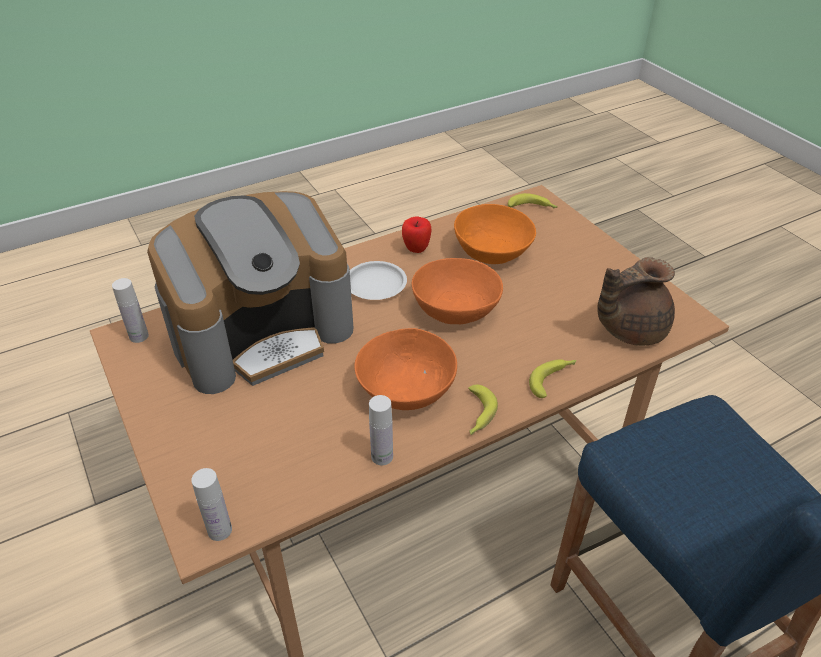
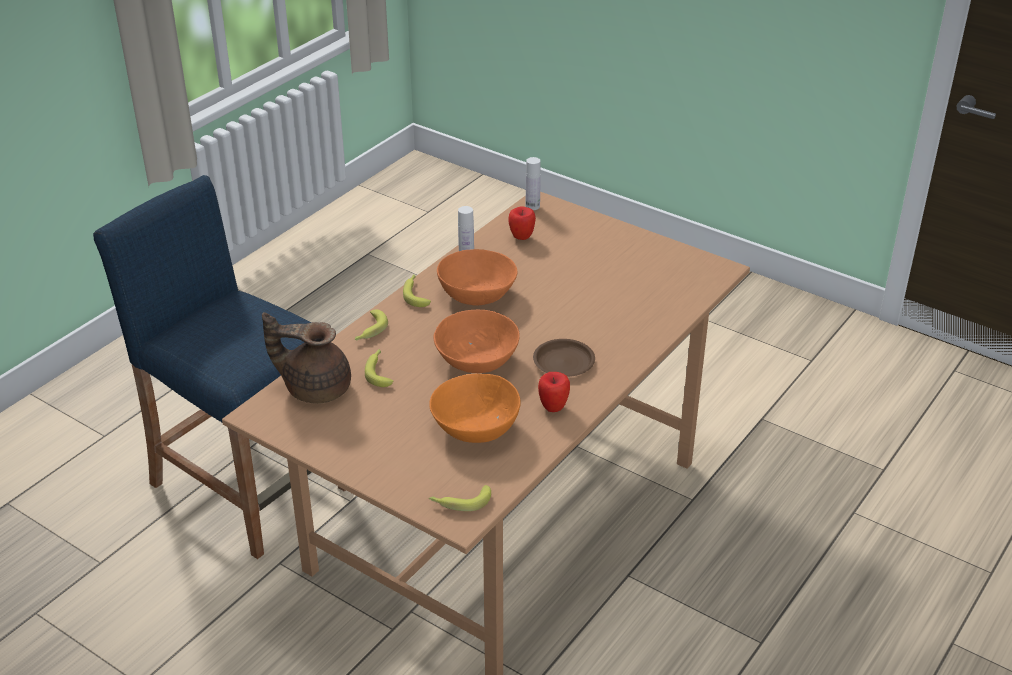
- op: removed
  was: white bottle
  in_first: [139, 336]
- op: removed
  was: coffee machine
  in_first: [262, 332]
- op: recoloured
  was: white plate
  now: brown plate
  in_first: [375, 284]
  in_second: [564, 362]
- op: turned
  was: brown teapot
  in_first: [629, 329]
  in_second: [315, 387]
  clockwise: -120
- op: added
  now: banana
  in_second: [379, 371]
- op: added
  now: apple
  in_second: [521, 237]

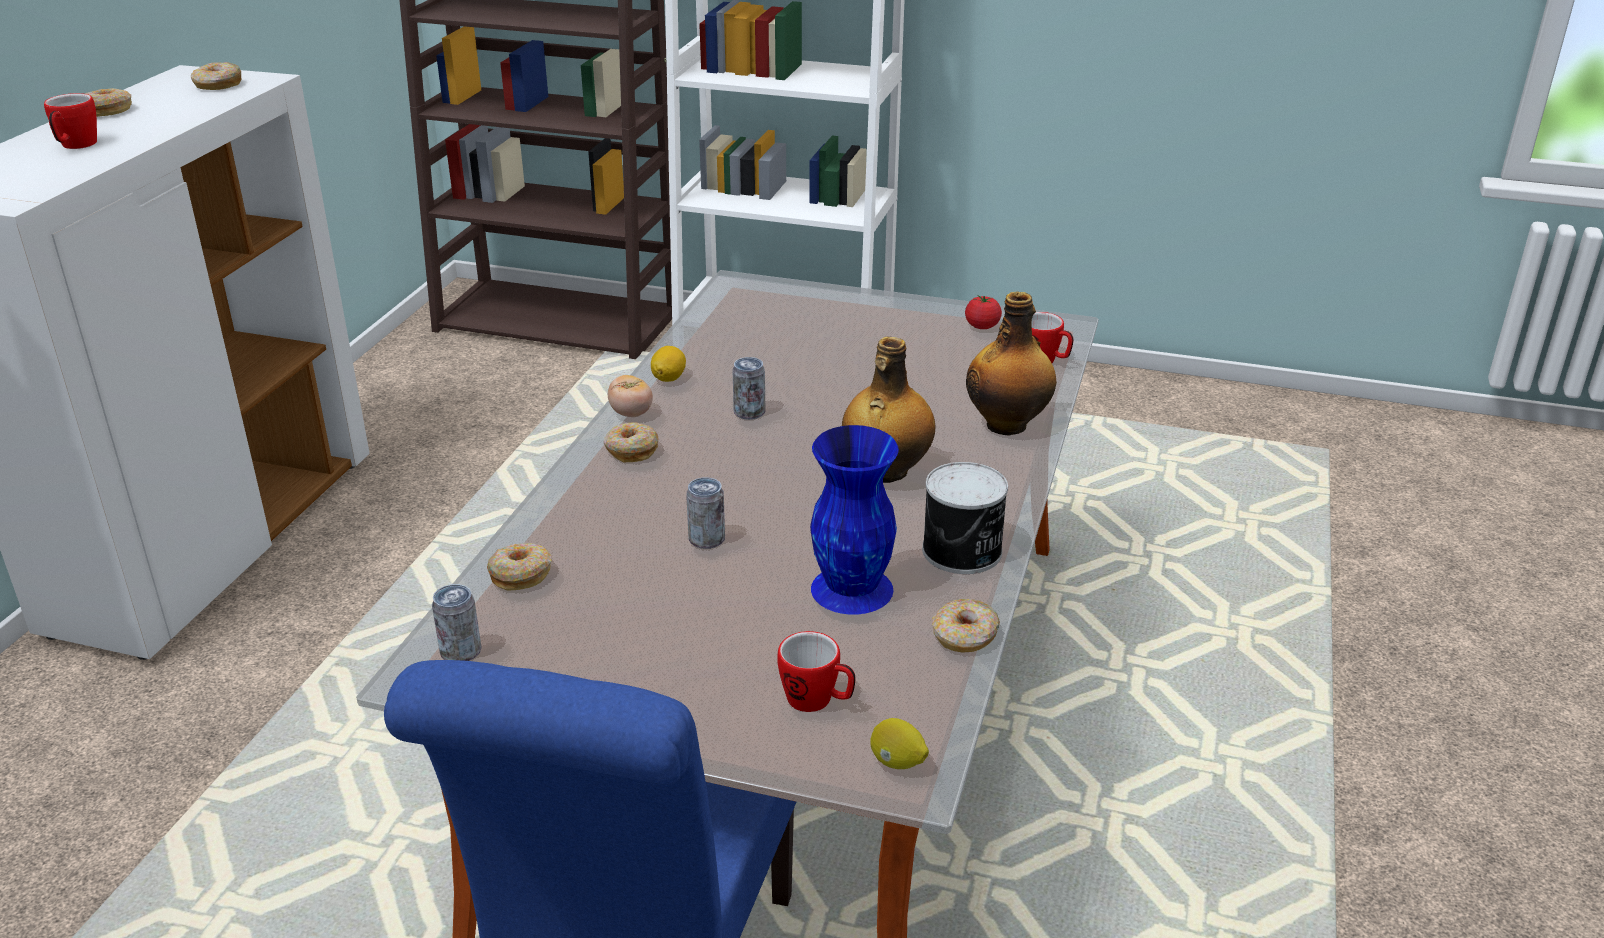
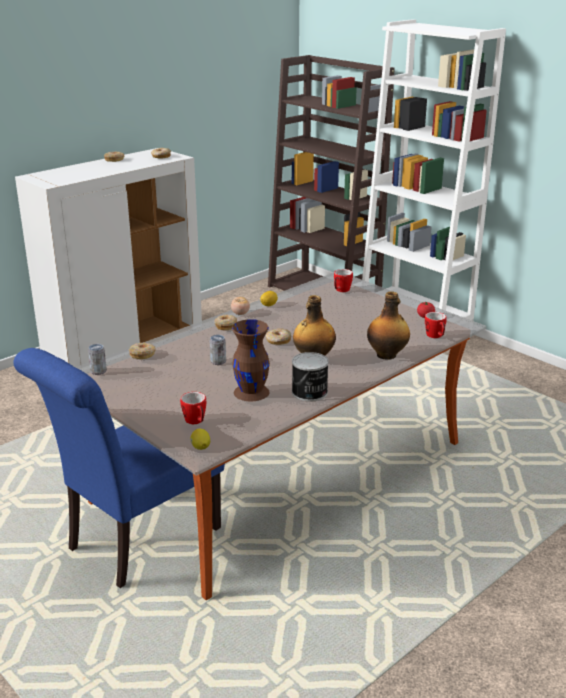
- op: moved
  was: mug
  in_first: [76, 146]
  in_second: [341, 290]
- op: removed
  was: can
  in_first: [749, 412]
- op: recoloured
  was: blue vase
  now: brown vase
  in_first: [853, 588]
  in_second: [252, 392]
- op: moved
  was: donut
  in_first: [965, 636]
  in_second: [278, 341]

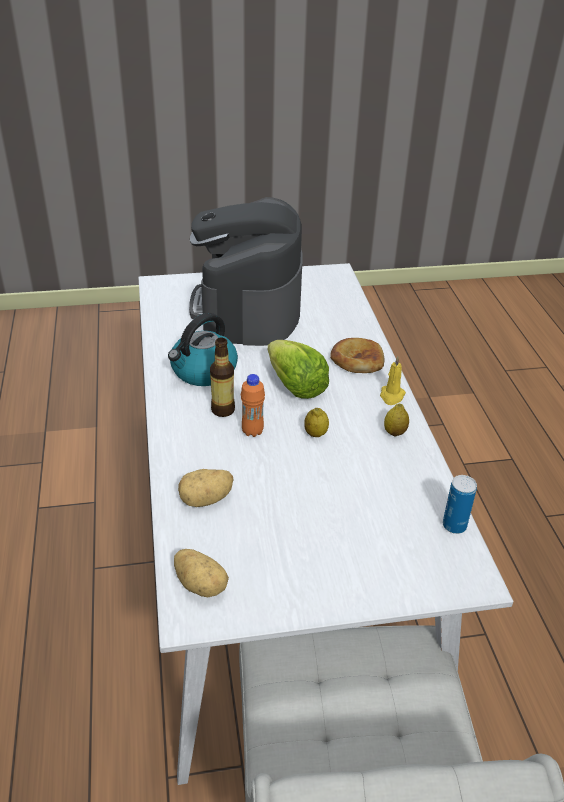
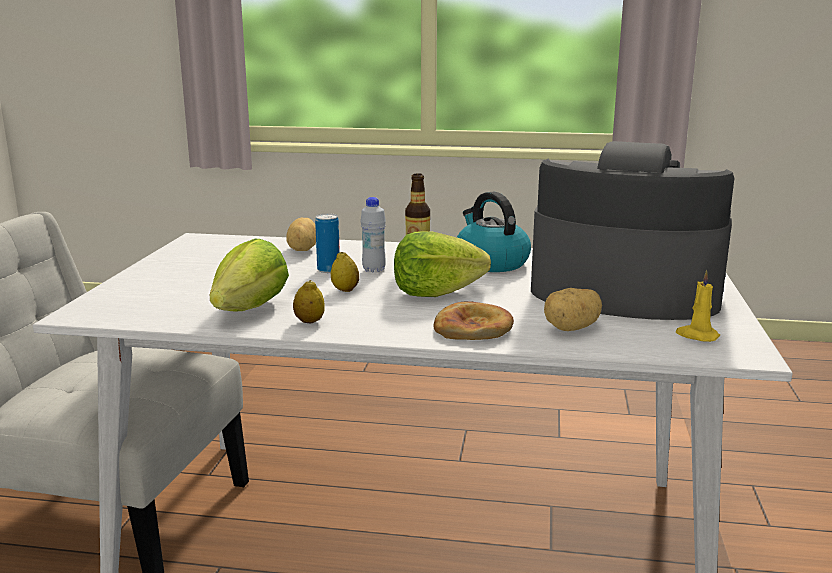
- op: moved
  was: potato
  in_first: [201, 584]
  in_second: [572, 329]
- op: recoloured
  was: orange bottle
  now: white bottle
  in_first: [252, 431]
  in_second: [373, 270]
- op: moved
  was: yellow candle
  in_first: [392, 396]
  in_second: [696, 336]
- op: moved
  was: can
  in_first: [454, 525]
  in_second: [328, 270]
- op: added
  now: lettuce
  in_second: [250, 309]

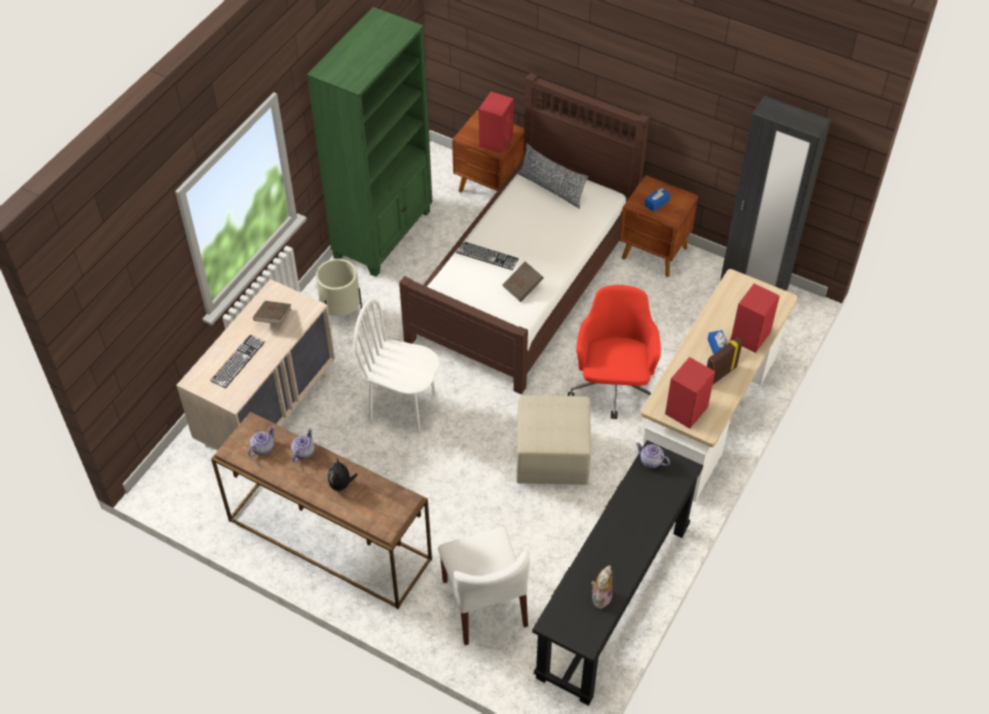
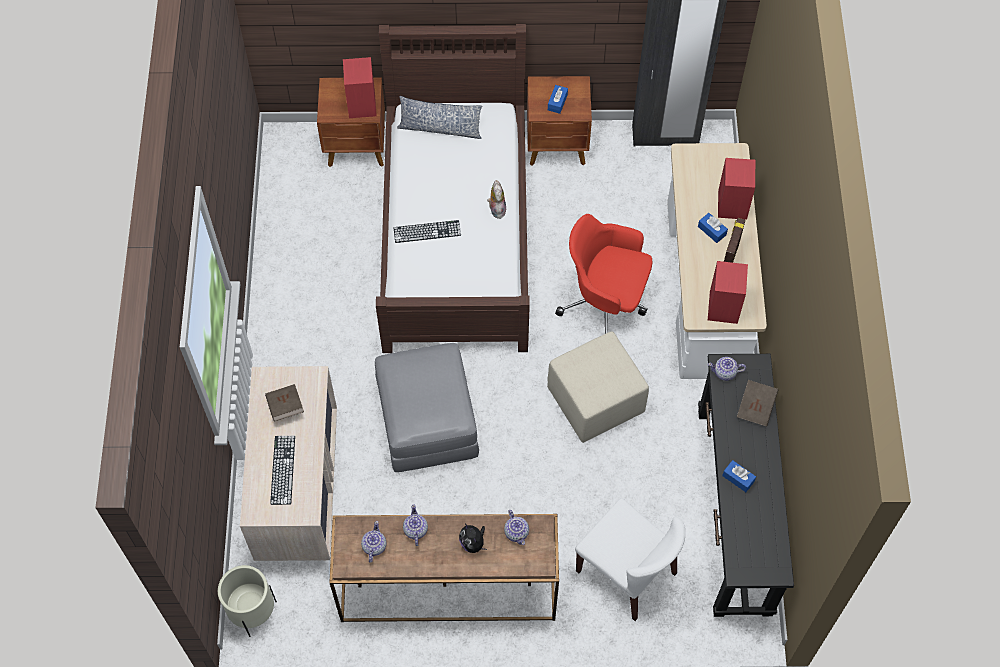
- op: removed
  was: green bookcase
  in_first: [384, 234]
- op: moved
  was: beige planter
  in_first: [341, 314]
  in_second: [253, 612]
- op: replaced
  was: white chair
  now: grey ottoman
  in_first: [403, 406]
  in_second: [426, 420]
- op: moved
  was: brown book
  in_first: [522, 288]
  in_second: [756, 407]
- op: turned
  was: red office chair
  in_first: [613, 387]
  in_second: [605, 302]
  clockwise: -45
- op: moved
  was: plush toy
  in_first: [600, 596]
  in_second: [496, 209]
- op: added
  now: teapot
  in_second: [516, 532]
- op: added
  now: blue tissue box
  in_second: [738, 478]

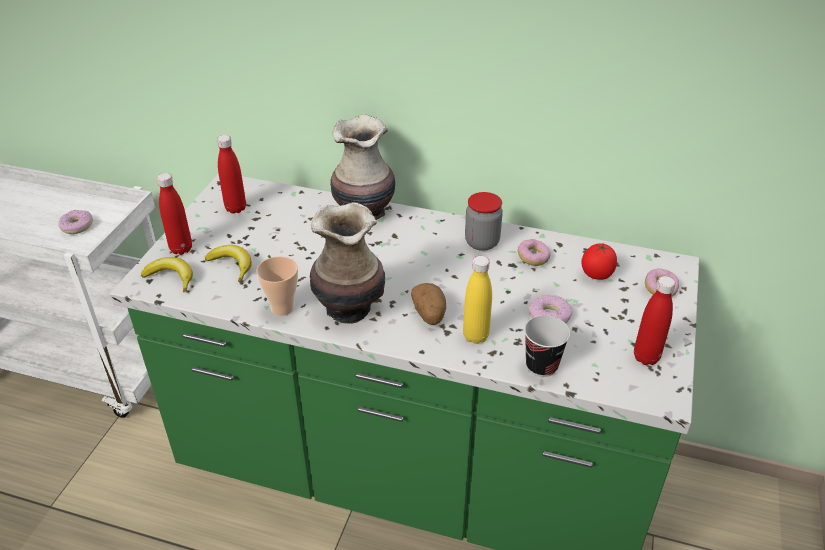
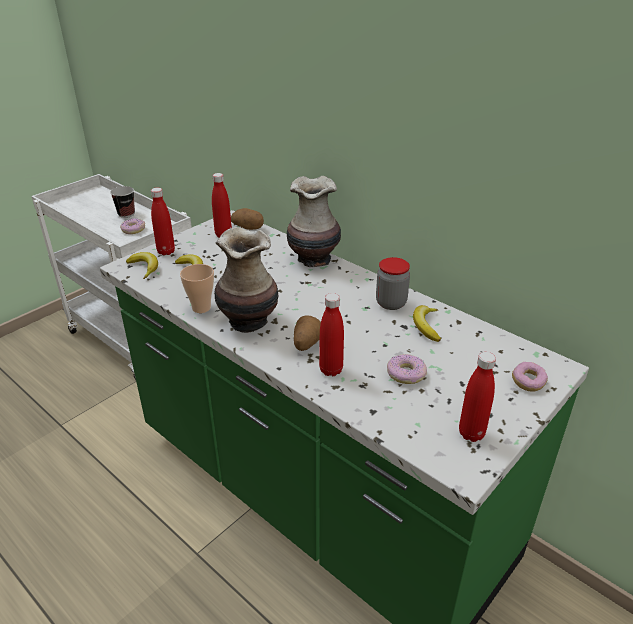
- op: recoloured
  was: yellow bottle
  now: red bottle
  in_first: [475, 336]
  in_second: [331, 370]
- op: replaced
  was: donut
  now: banana
  in_first: [533, 258]
  in_second: [426, 326]
- op: moved
  was: cup
  in_first: [541, 366]
  in_second: [126, 214]
- op: removed
  was: tomato
  in_first: [596, 275]
- op: added
  now: potato
  in_second: [248, 228]

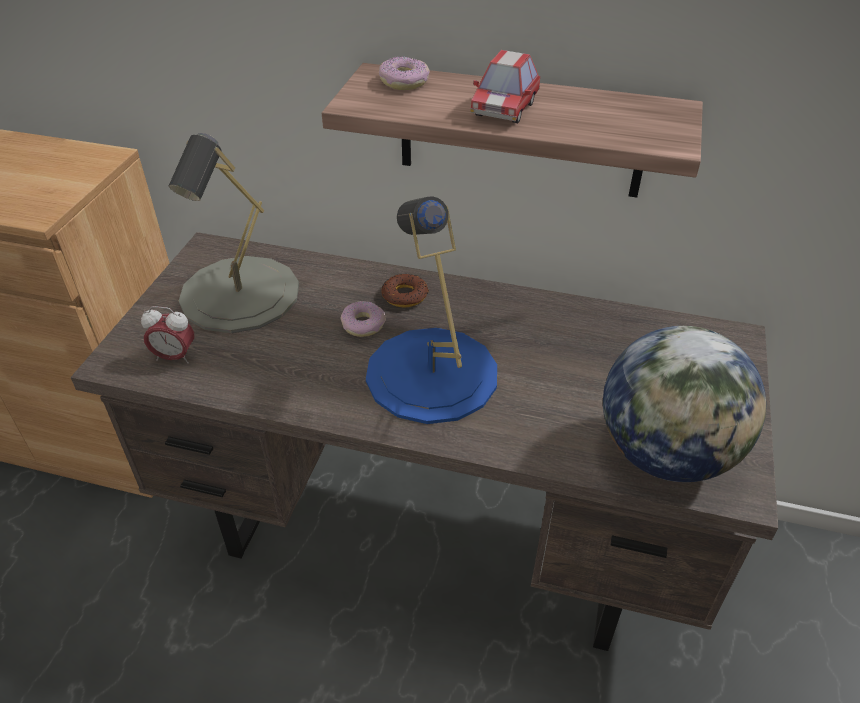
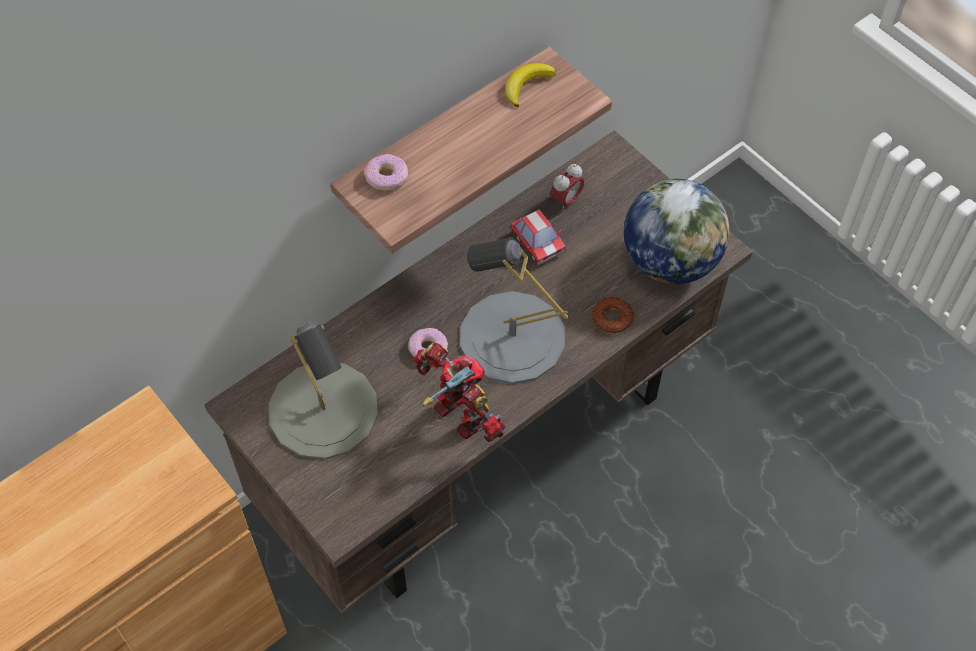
- op: moved
  was: alarm clock
  in_first: [175, 357]
  in_second: [566, 200]
- op: recoloured
  was: blue table lamp
  now: grey table lamp
  in_first: [431, 374]
  in_second: [512, 337]
- op: moved
  was: donut
  in_first: [405, 295]
  in_second: [612, 318]
- op: moved
  was: toy car
  in_first: [505, 109]
  in_second: [537, 243]
- op: added
  now: toy robot
  in_second: [459, 417]
- op: added
  now: banana
  in_second: [526, 85]

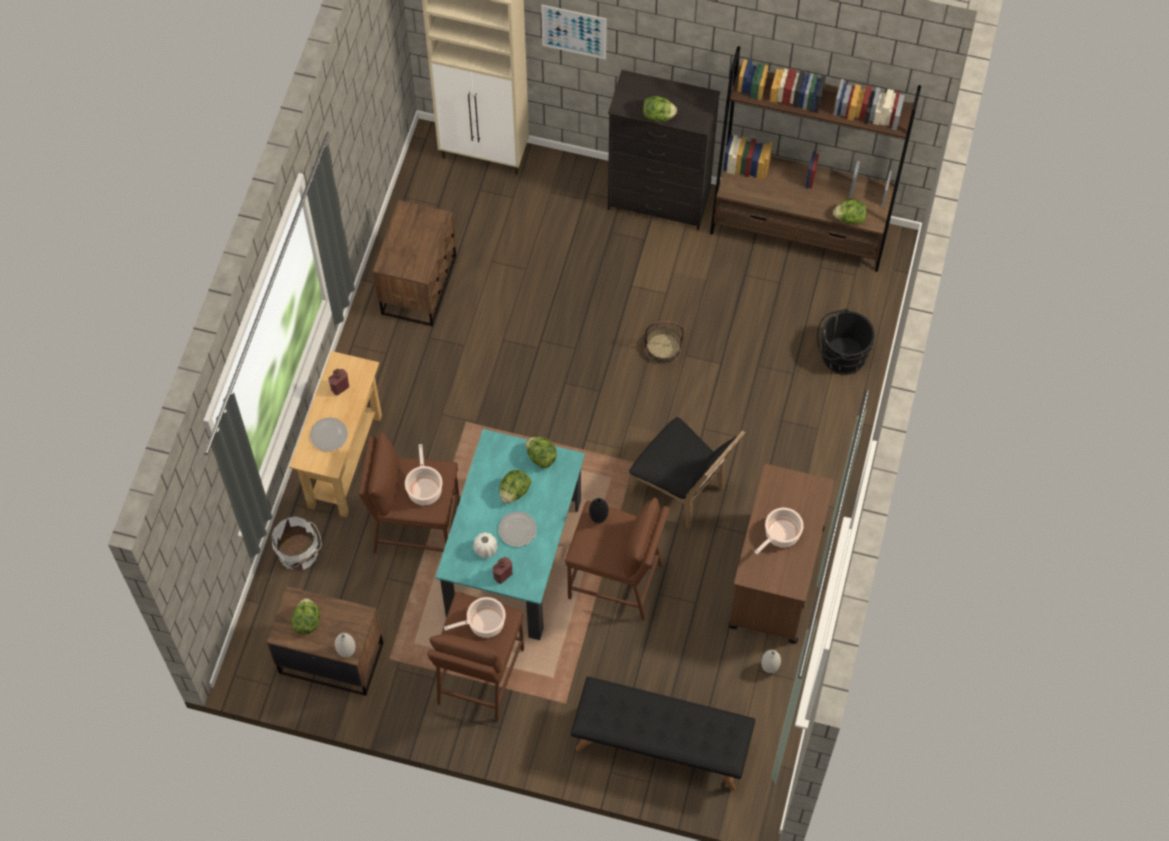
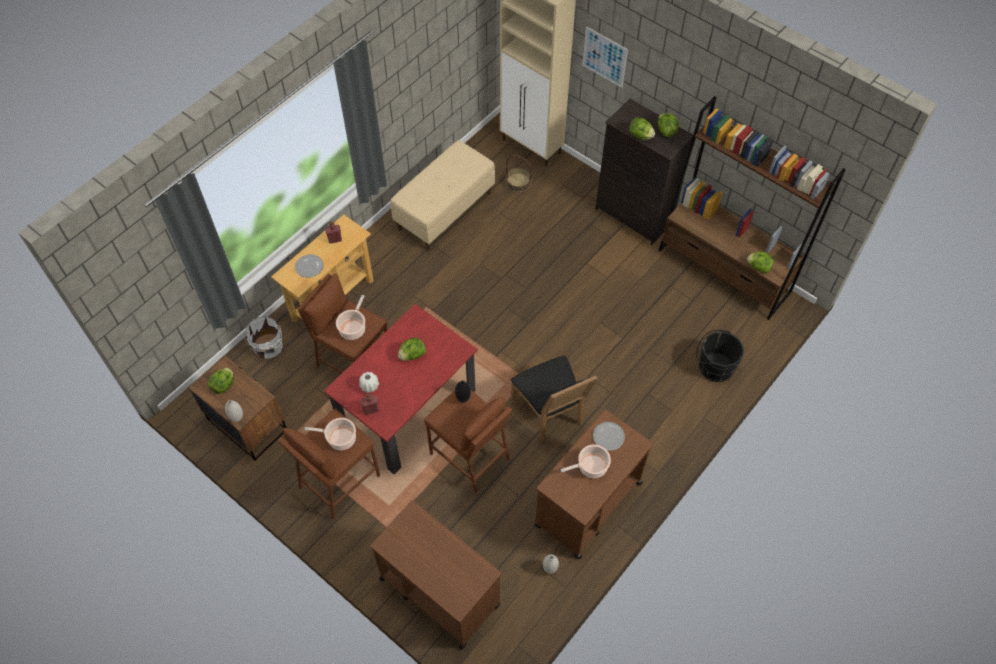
- op: replaced
  was: brown nightstand
  now: beige bench
  in_first: [420, 285]
  in_second: [445, 210]
- op: recoloured
  was: turquoise dining table
  now: red dining table
  in_first: [514, 558]
  in_second: [408, 410]
- op: moved
  was: plate
  in_first: [518, 530]
  in_second: [609, 437]
- op: moved
  was: lettuce
  in_first: [541, 457]
  in_second: [666, 130]
- op: replaced
  was: black bench
  now: brown cart
  in_first: [660, 746]
  in_second: [439, 591]
- op: moved
  was: basket
  in_first: [663, 349]
  in_second: [518, 182]

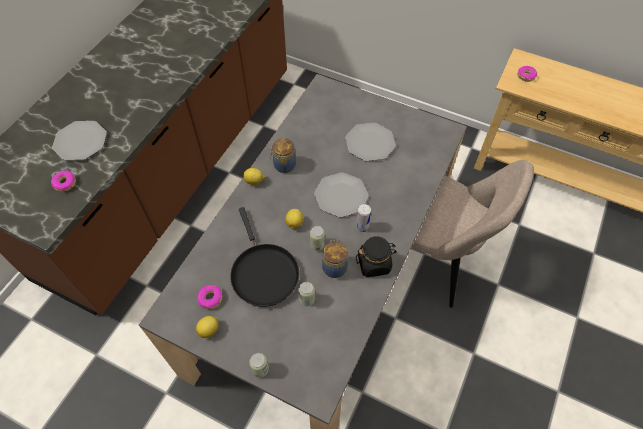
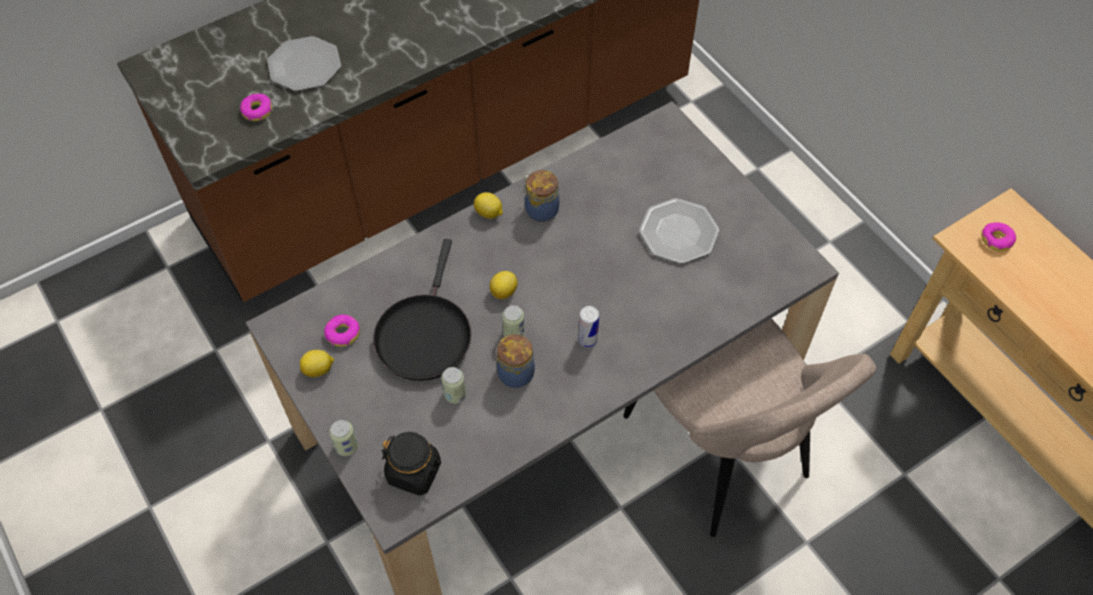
- op: removed
  was: plate
  in_first: [341, 195]
- op: moved
  was: black jar
  in_first: [374, 264]
  in_second: [414, 472]

